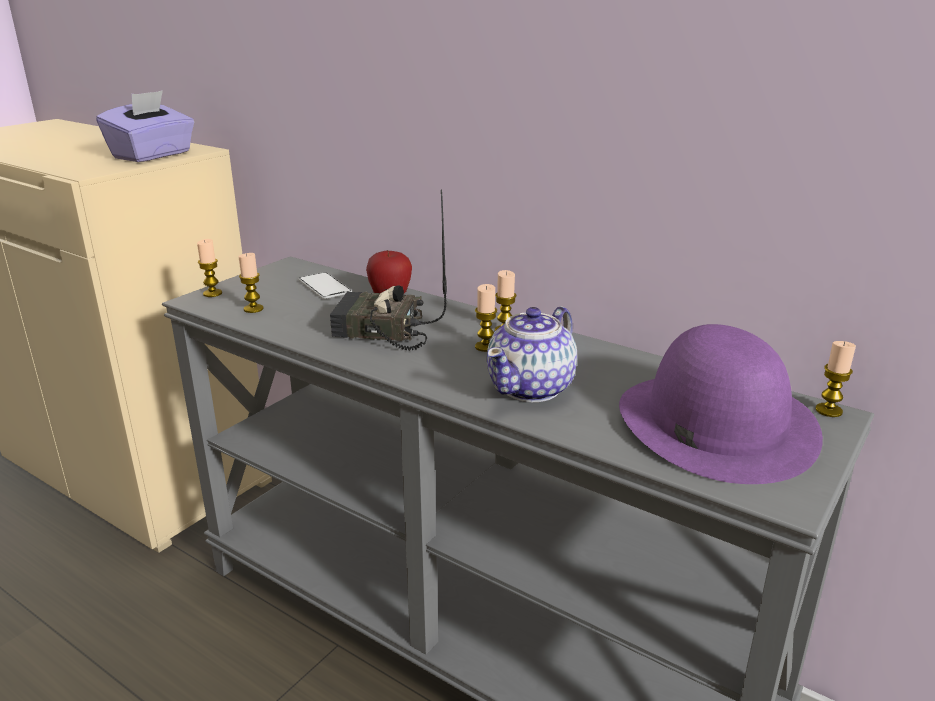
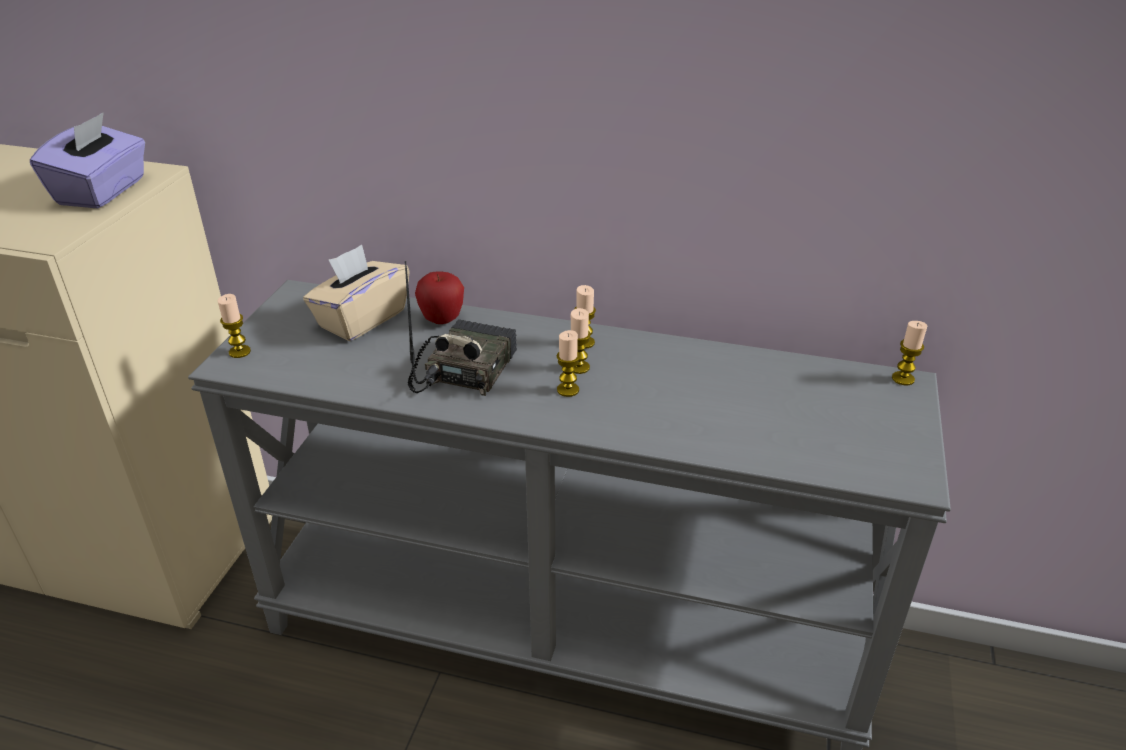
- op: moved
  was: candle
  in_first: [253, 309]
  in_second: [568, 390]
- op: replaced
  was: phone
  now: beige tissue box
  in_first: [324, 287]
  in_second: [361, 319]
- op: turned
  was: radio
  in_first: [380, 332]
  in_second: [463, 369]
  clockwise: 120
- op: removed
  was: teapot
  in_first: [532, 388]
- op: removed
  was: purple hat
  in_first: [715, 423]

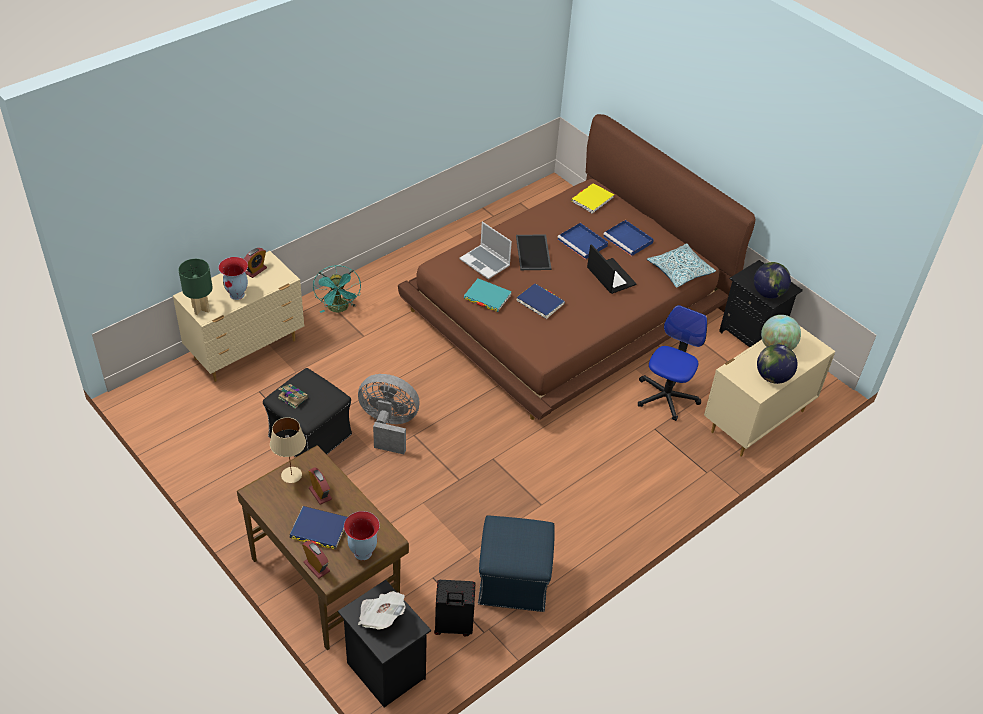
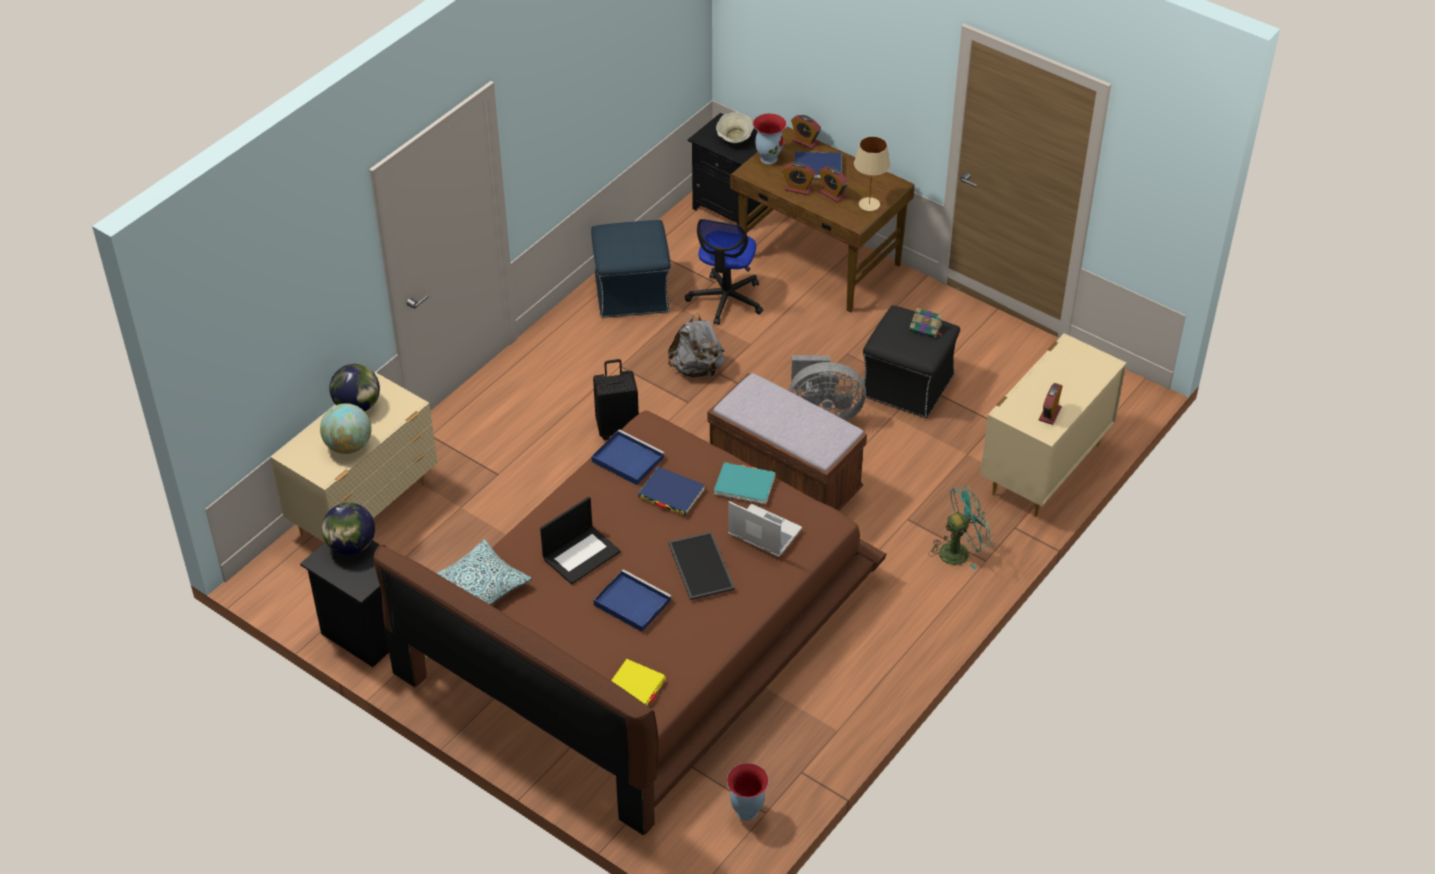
- op: removed
  was: green table lamp
  in_first: [201, 309]
- op: moved
  was: vase
  in_first: [237, 294]
  in_second: [746, 811]
- op: turned
  was: turquoise fan
  in_first: [339, 309]
  in_second: [959, 551]
  clockwise: 90
- op: replaced
  was: newspaper
  now: beige bowl
  in_first: [381, 616]
  in_second: [735, 139]
- op: moved
  was: black suitcase
  in_first: [453, 626]
  in_second: [618, 428]
- op: turned
  was: laptop
  in_first: [610, 276]
  in_second: [581, 554]
  clockwise: -90
- op: moved
  was: blue tray
  in_first: [629, 240]
  in_second: [626, 459]
- op: moved
  was: office chair
  in_first: [666, 397]
  in_second: [726, 300]
- op: added
  now: grey backpack
  in_second: [697, 369]
- op: added
  now: brown bench
  in_second: [784, 481]
- op: added
  now: alarm clock
  in_second: [798, 189]

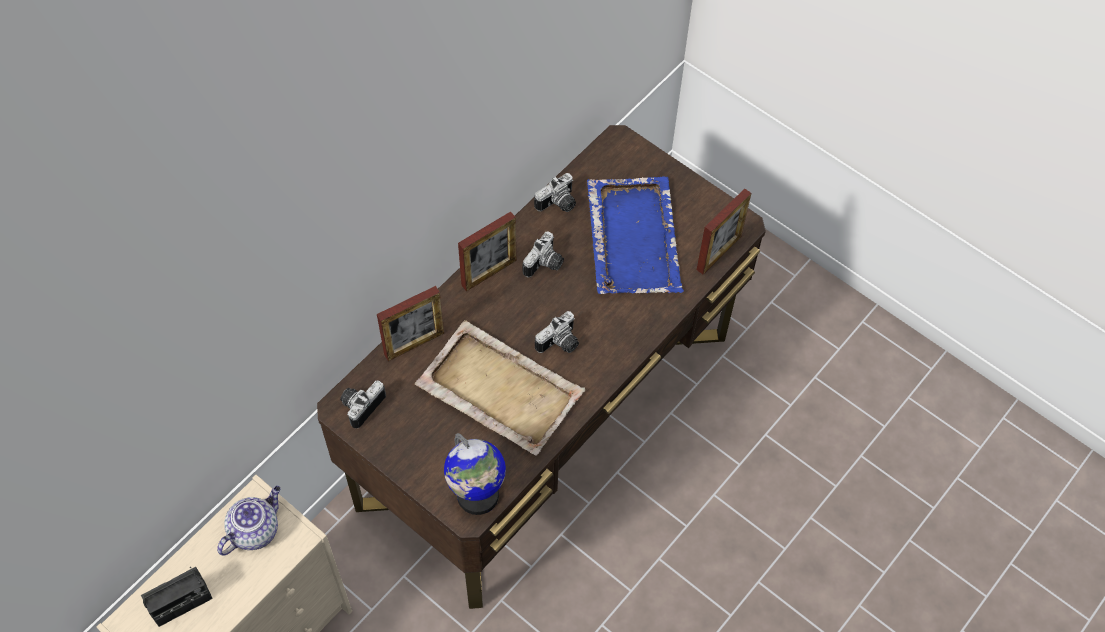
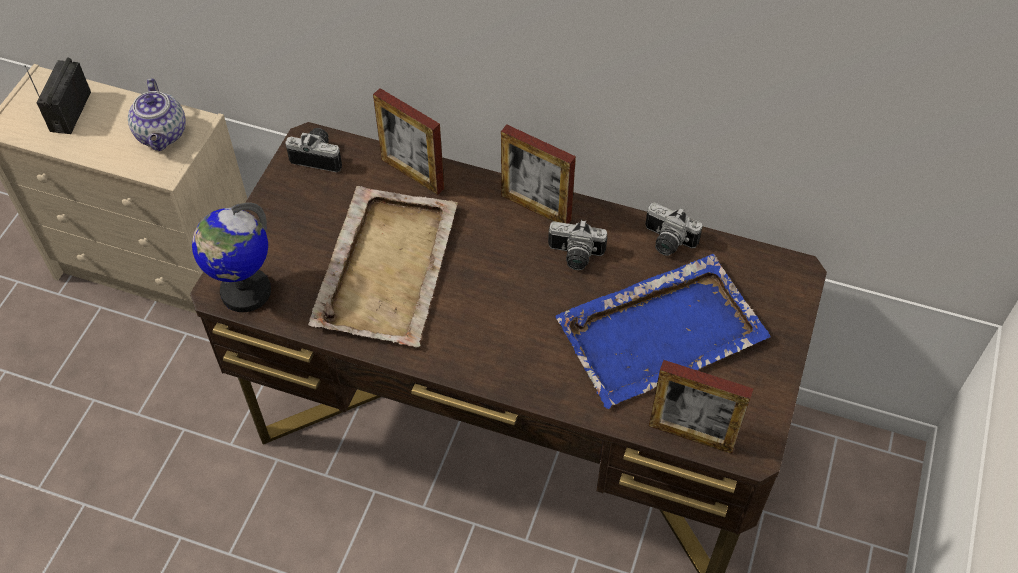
- op: turned
  was: radio
  in_first: [181, 604]
  in_second: [70, 111]
  clockwise: 60
- op: turned
  was: teapot
  in_first: [255, 530]
  in_second: [162, 135]
  clockwise: 60
- op: removed
  was: photo camera
  in_first: [560, 344]

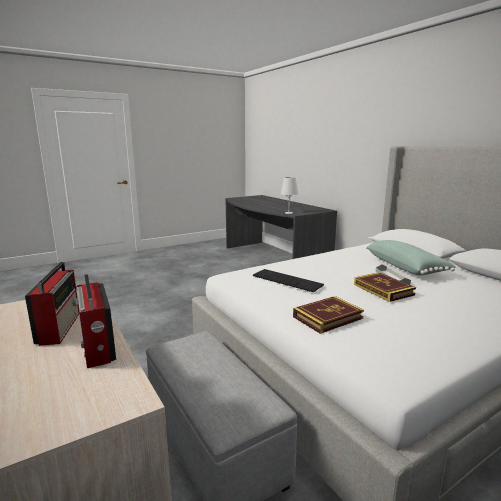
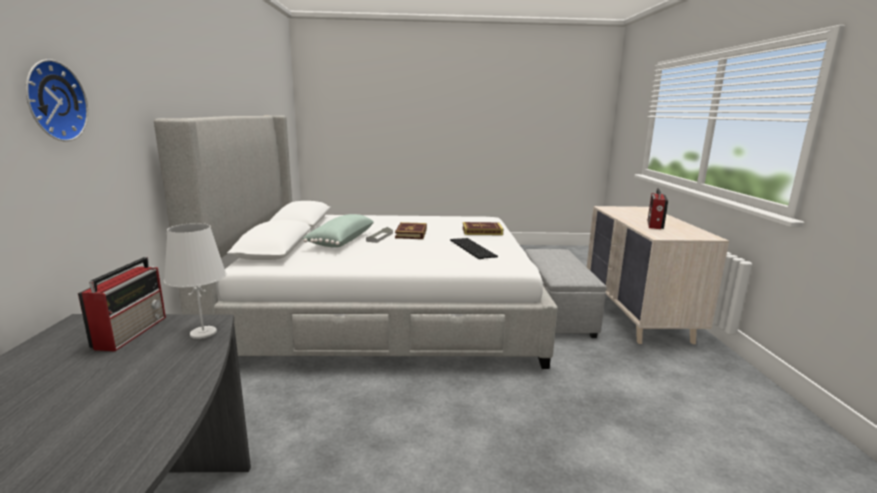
- op: moved
  was: radio
  in_first: [97, 347]
  in_second: [132, 331]
- op: added
  now: wall clock
  in_second: [52, 101]

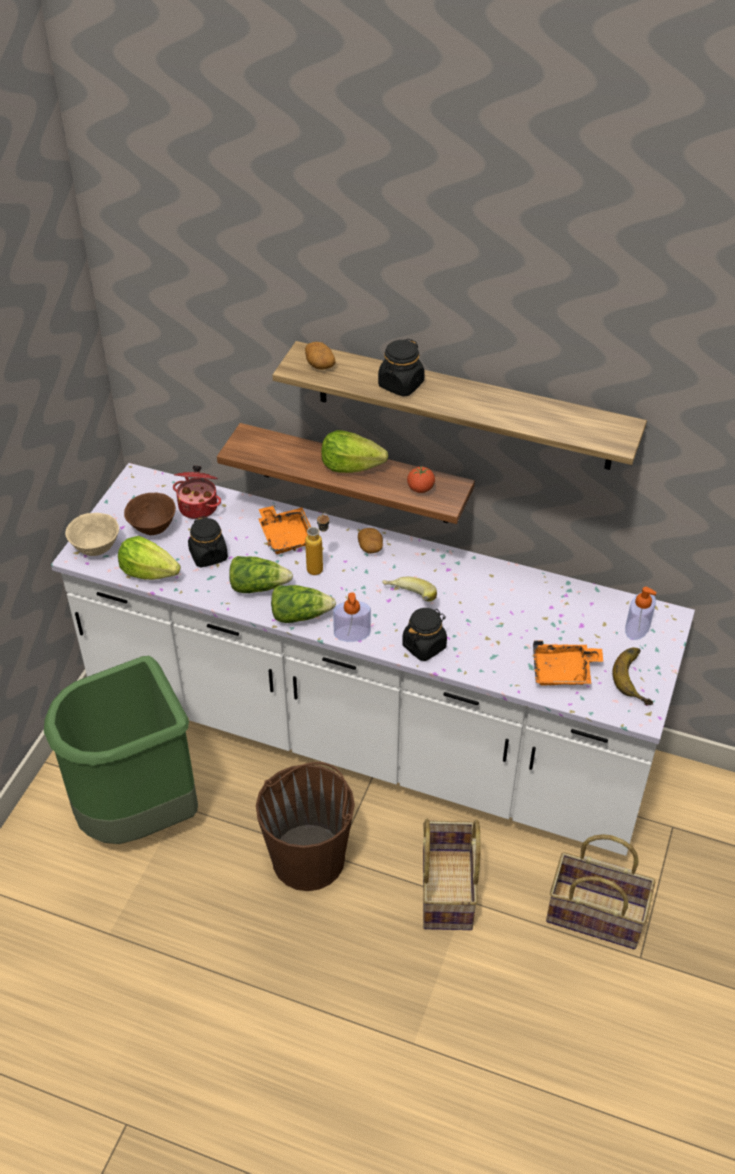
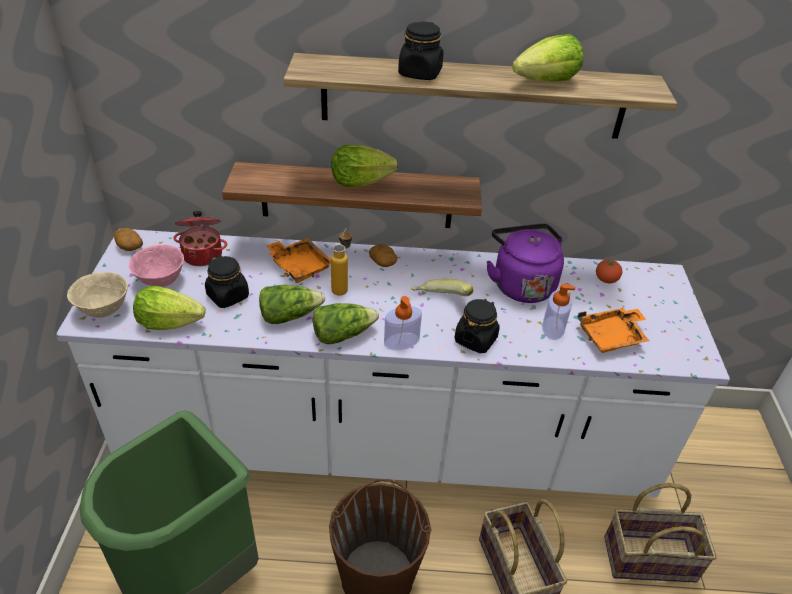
- op: recoloured
  was: brown bowl
  now: pink bowl
  in_first: [152, 528]
  in_second: [161, 281]
- op: moved
  was: potato
  in_first: [319, 364]
  in_second: [129, 246]
- op: moved
  was: tomato
  in_first: [420, 489]
  in_second: [606, 280]
- op: removed
  was: banana
  in_first: [638, 678]
- op: moved
  was: soap dispenser
  in_first: [637, 628]
  in_second: [553, 328]
- op: added
  now: purple kettle
  in_second: [521, 284]
- op: added
  now: lettuce
  in_second: [546, 82]

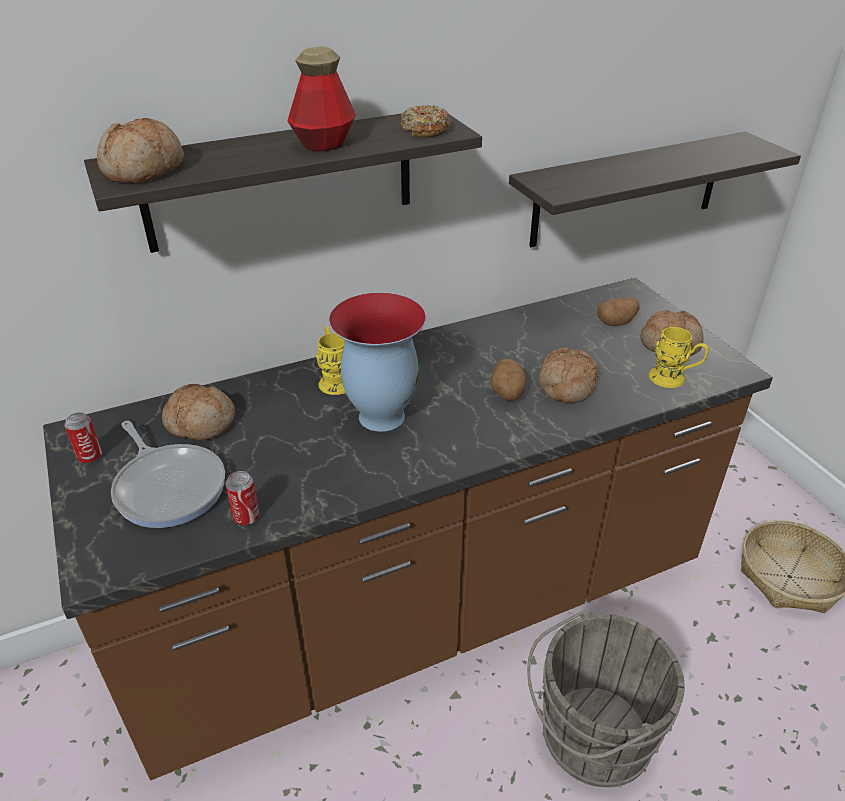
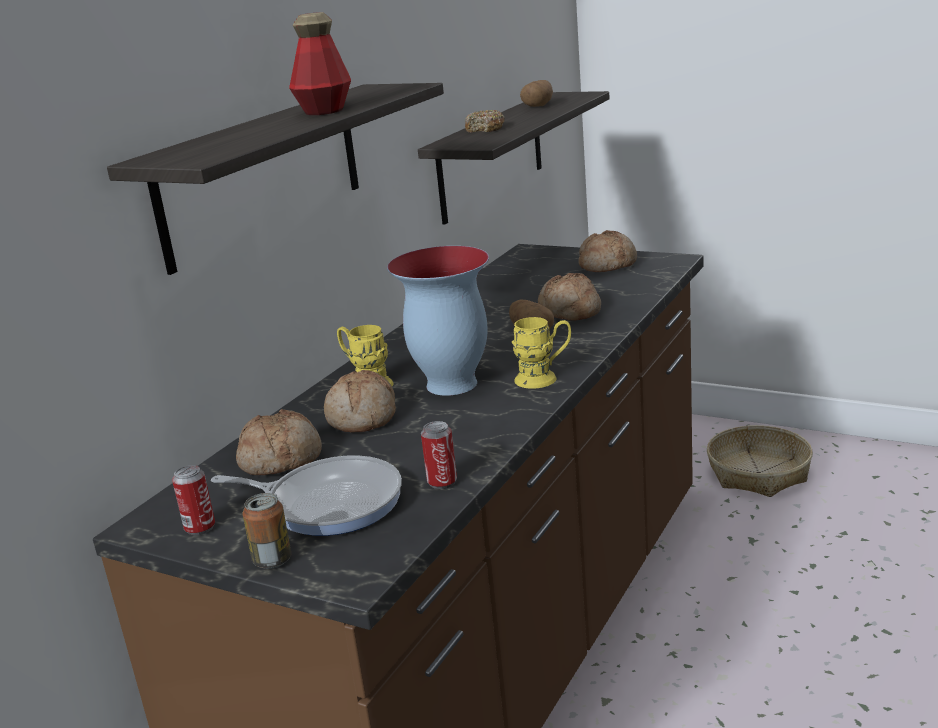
- op: moved
  was: bread
  in_first: [145, 170]
  in_second: [363, 417]
- op: moved
  was: donut
  in_first: [425, 130]
  in_second: [485, 129]
- op: removed
  was: grey bucket
  in_first: [589, 737]
- op: moved
  was: potato
  in_first: [616, 322]
  in_second: [538, 106]
- op: moved
  was: yellow mug
  in_first: [673, 379]
  in_second: [544, 378]
- op: added
  now: can
  in_second: [272, 560]

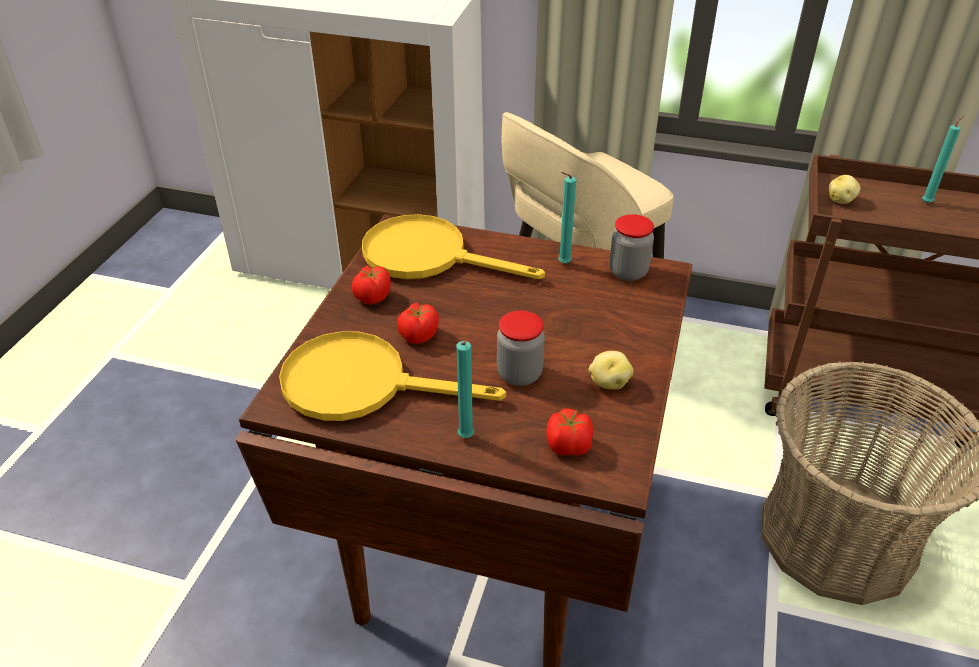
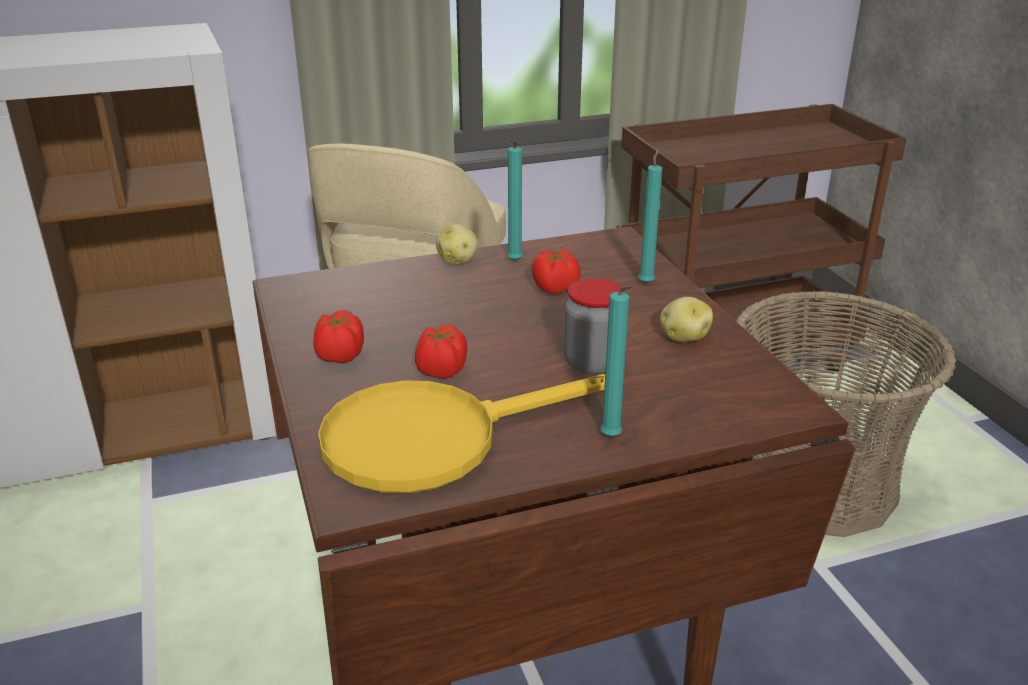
- op: removed
  was: yellow frying pan
  in_first: [428, 256]
- op: moved
  was: tomato
  in_first: [569, 446]
  in_second: [556, 289]
- op: removed
  was: jar
  in_first: [628, 272]
- op: moved
  was: potato
  in_first: [841, 200]
  in_second: [458, 261]
- op: moved
  was: turquoise candle
  in_first: [927, 202]
  in_second: [646, 282]

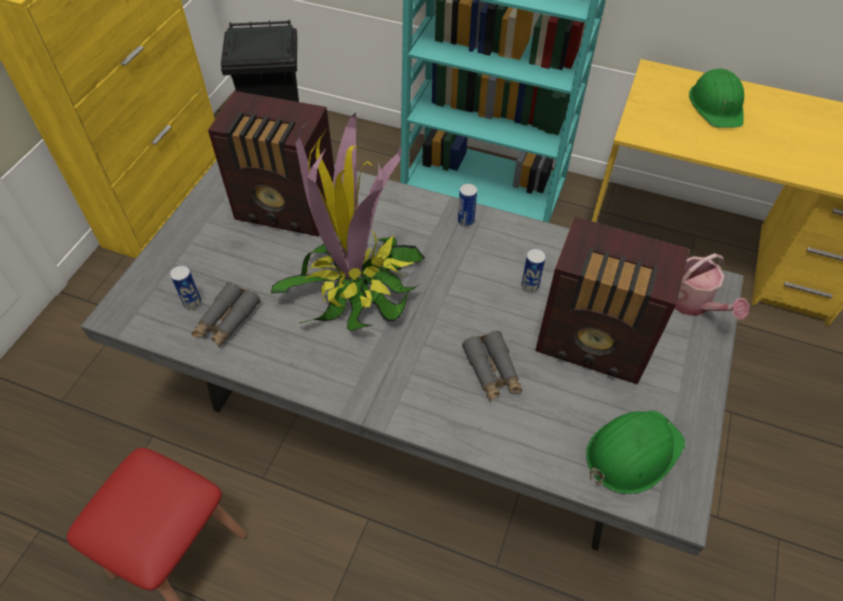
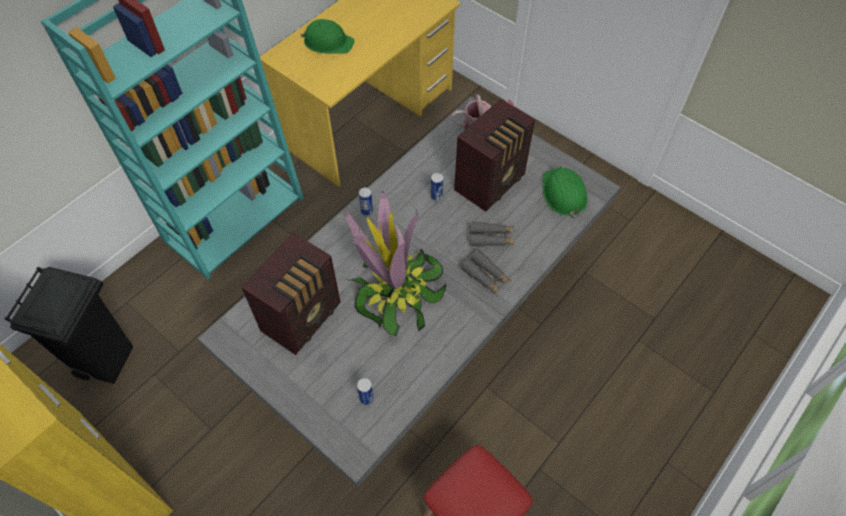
- op: moved
  was: grey binoculars
  in_first: [227, 321]
  in_second: [485, 276]

